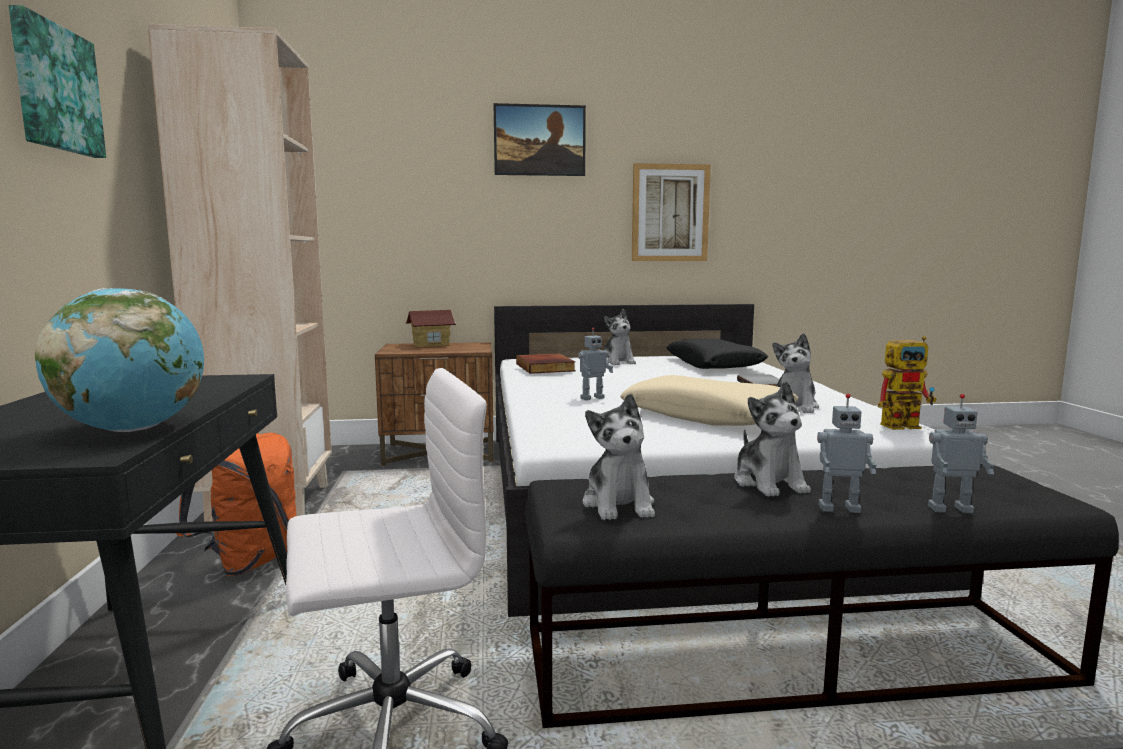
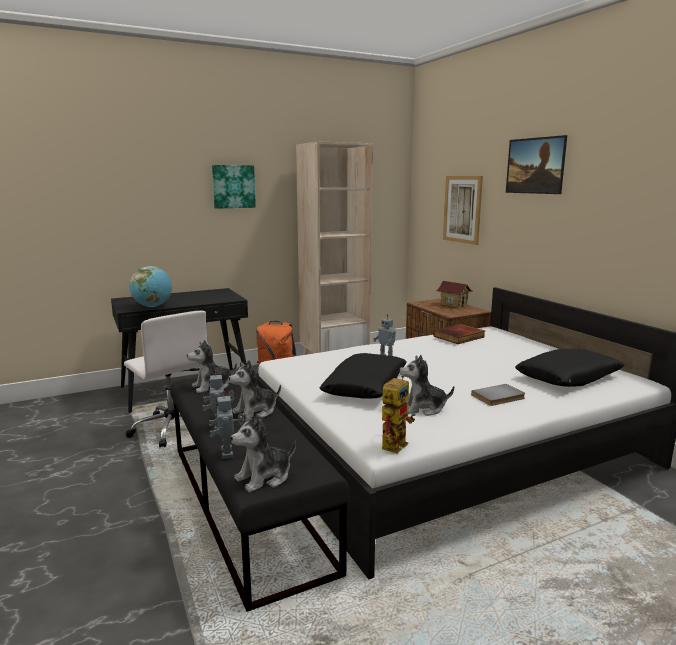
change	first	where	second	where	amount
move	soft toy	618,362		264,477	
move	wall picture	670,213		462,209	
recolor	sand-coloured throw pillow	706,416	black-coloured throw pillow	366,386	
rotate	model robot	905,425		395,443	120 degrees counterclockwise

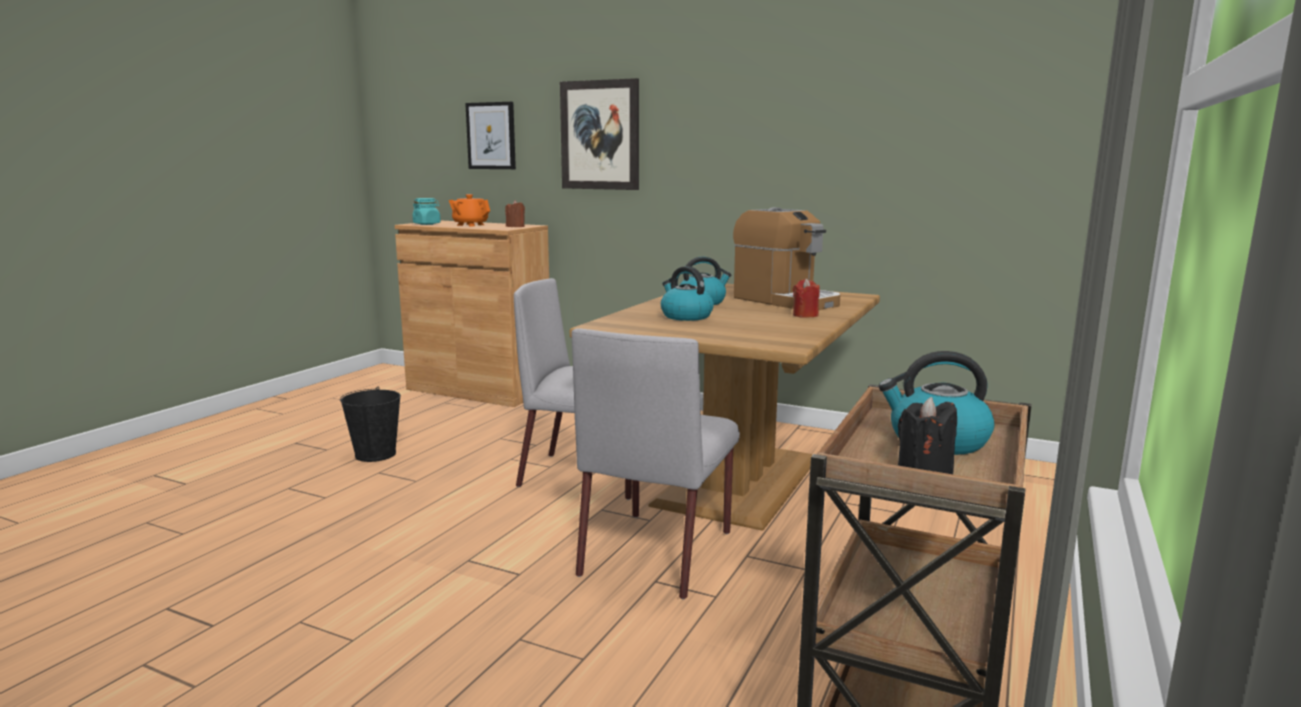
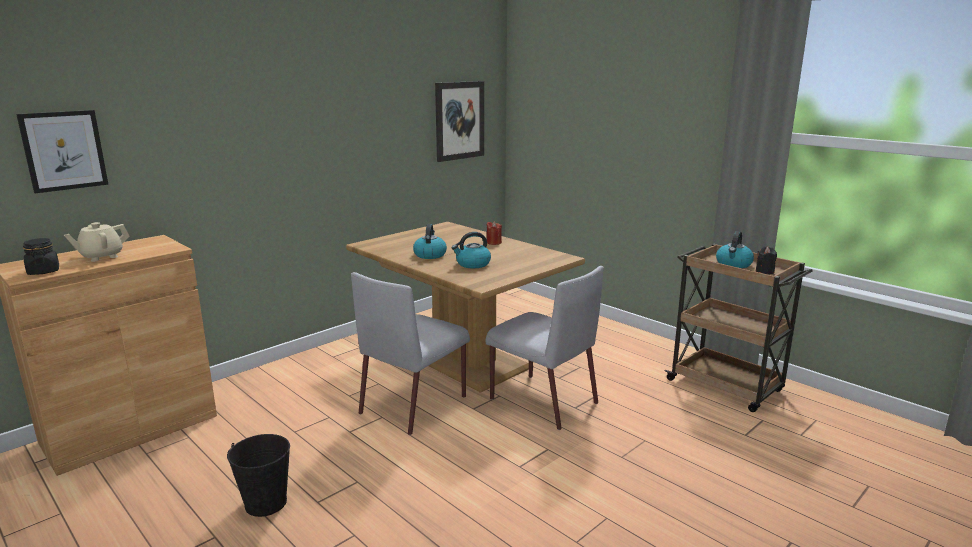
change	first	where	second	where	amount
delete	brownish wax light	515,227			
delete	coffee brewer	786,301			
move	wall picture	600,135		459,120	
recolor	turquoise storage jar	427,224	black-coloured storage jar	43,271	
recolor	orangey teapot	470,225	sand-coloured teapot	101,257	

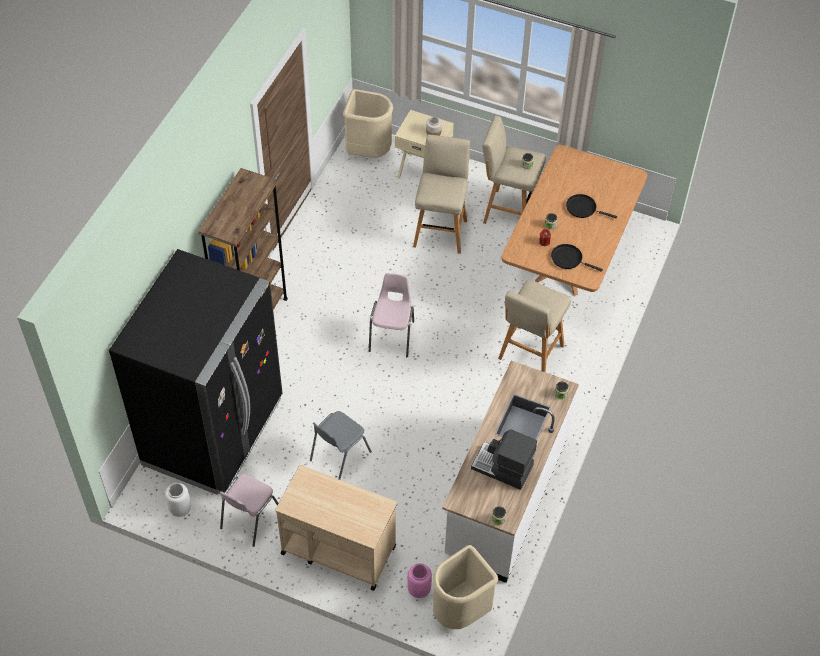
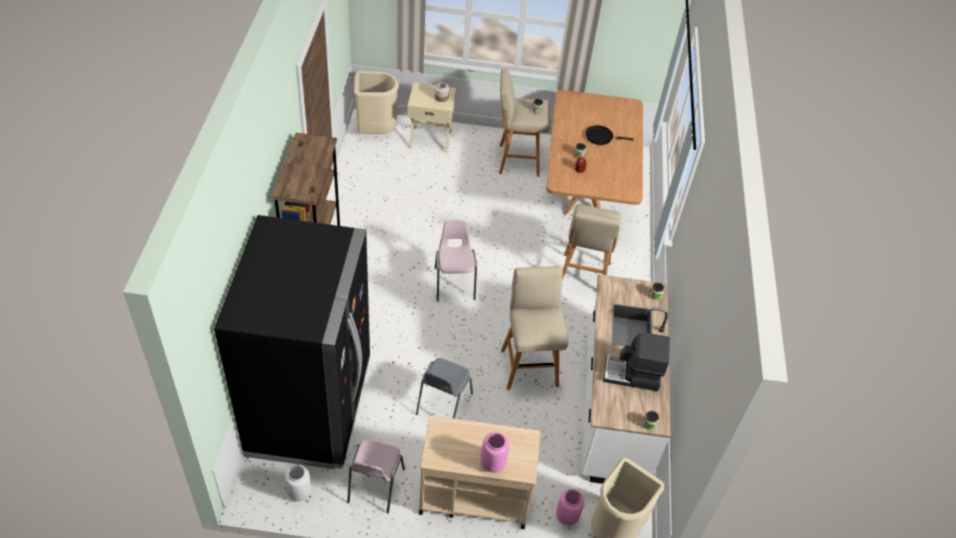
change	first	where	second	where	amount
delete	black-coloured skillet	568,259			
insert			pink-coloured decorative vase	493,463	
move	sand-coloured stool	440,231		529,366	

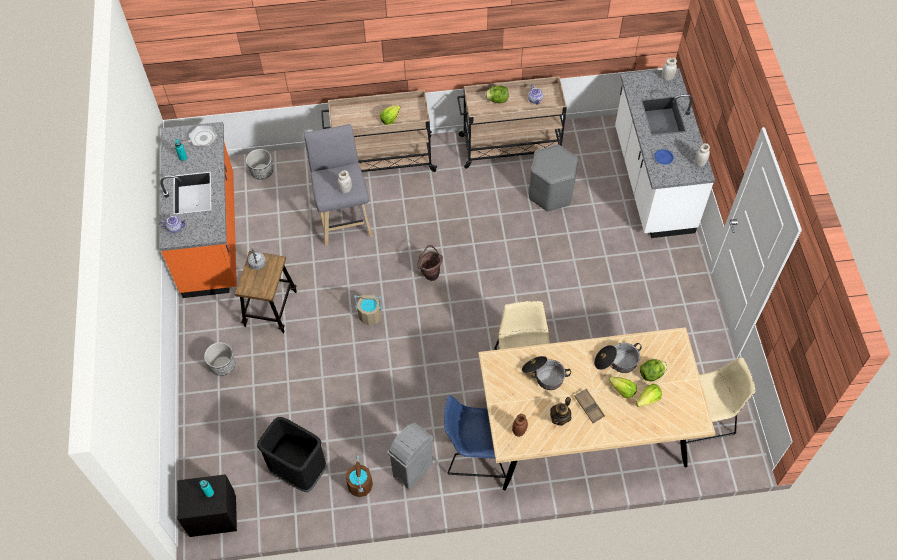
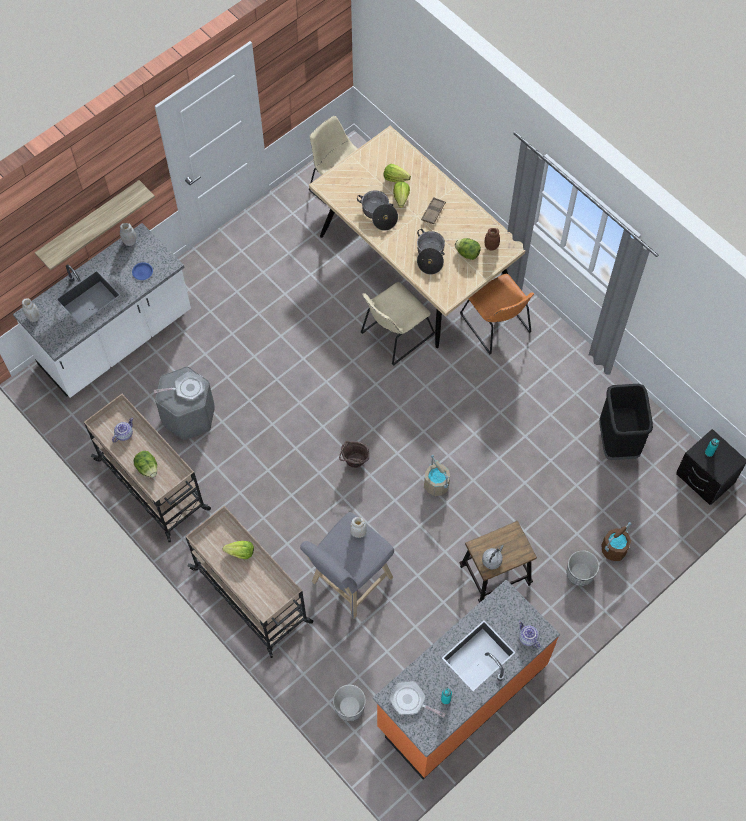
change	first	where	second	where	amount
delete	greyish waste bin	412,470			
delete	teapot	560,418			
insert			wall shelf	90,223	
insert			skillet	187,388	
move	brownish bucket	360,485		614,549	
move	head of lettuce	651,374		467,253	
recolor	blue plain chair	474,451	orangey plain chair	497,326	

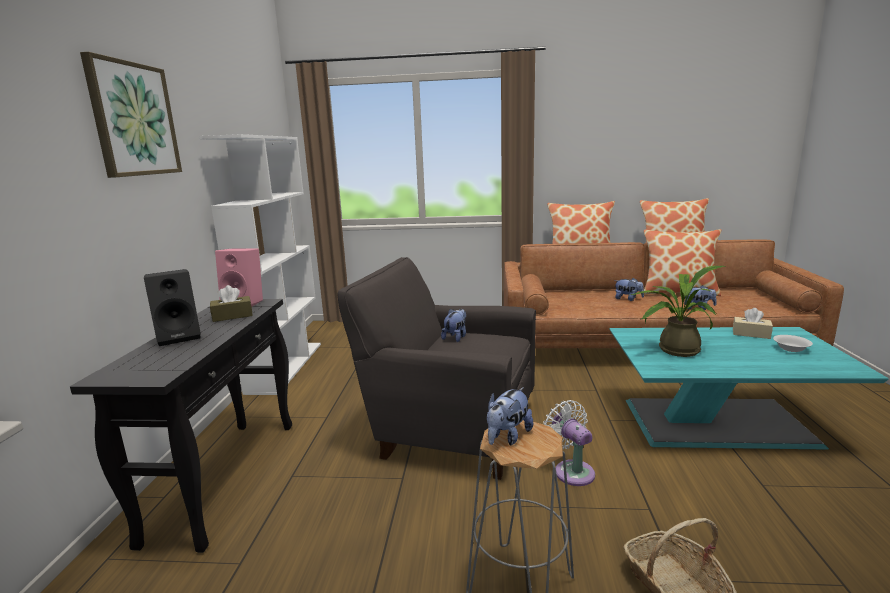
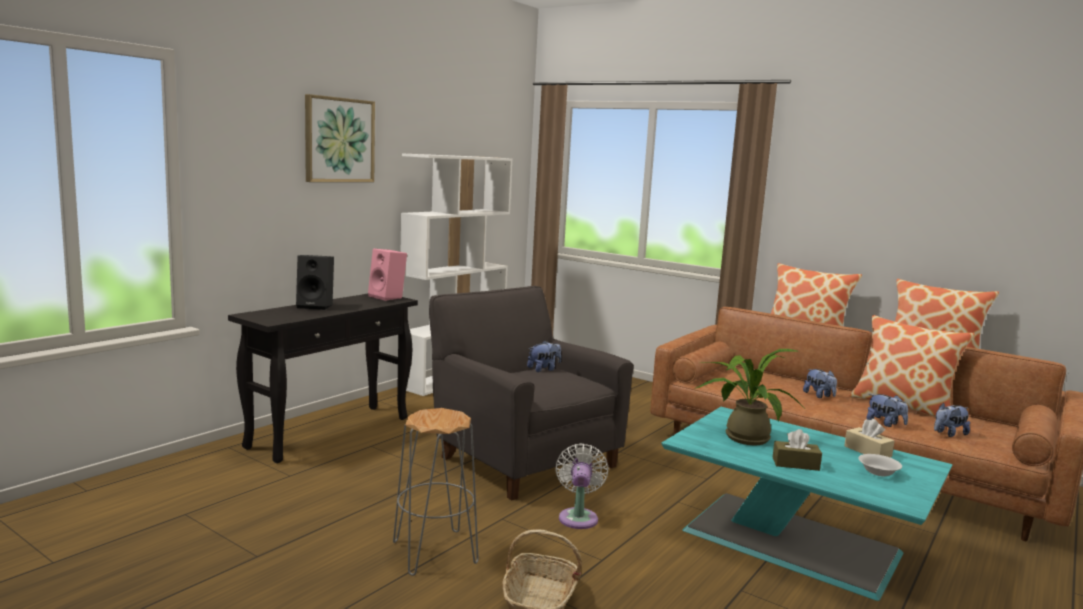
change	first	where	second	where	amount
move	brownish box of tissues	232,316		795,464	
move	soft toy	507,437		949,434	

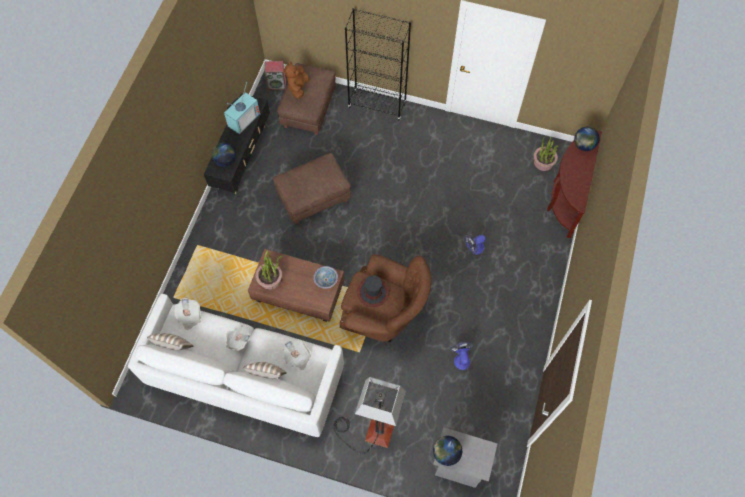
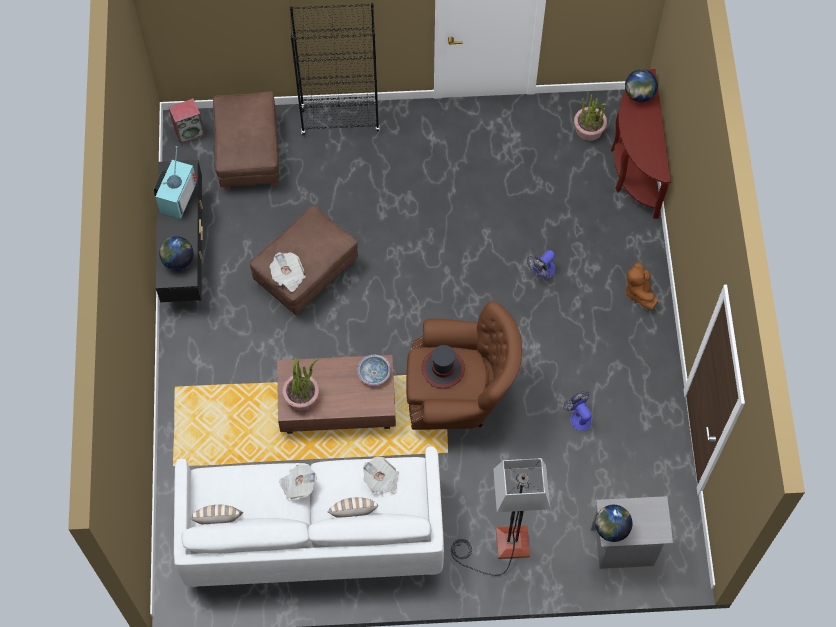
change	first	where	second	where	amount
move	newspaper	189,316		288,276	
move	brownish soft toy	298,87		639,292	

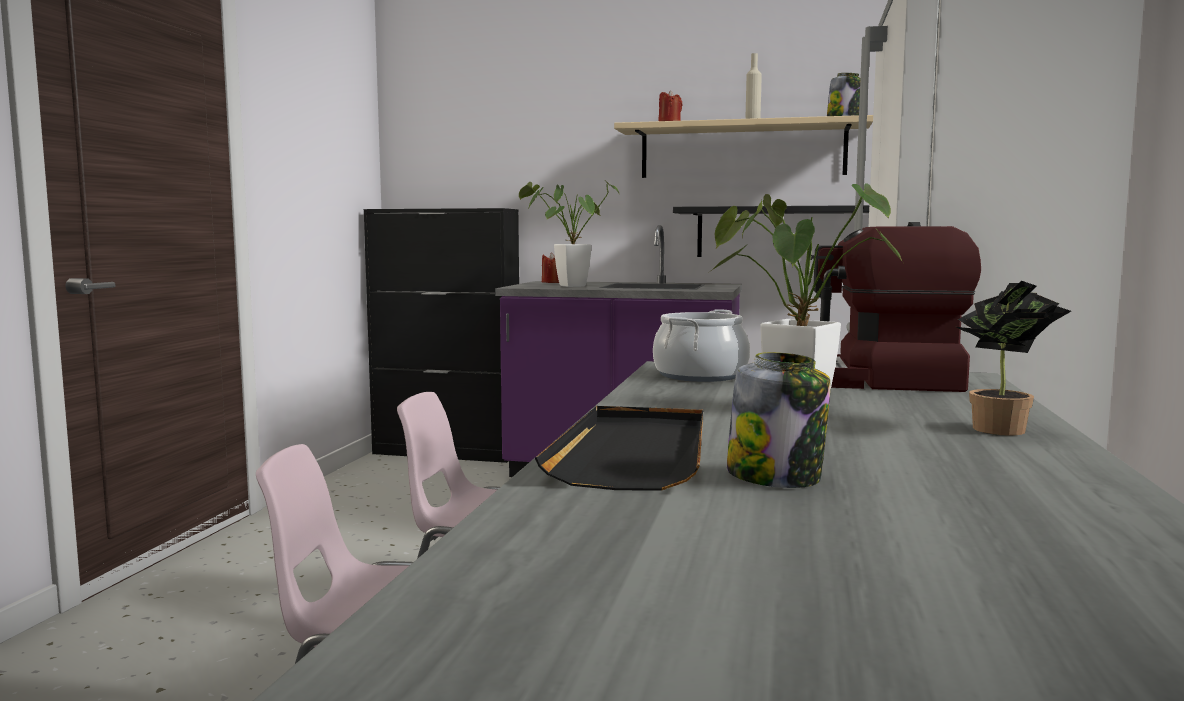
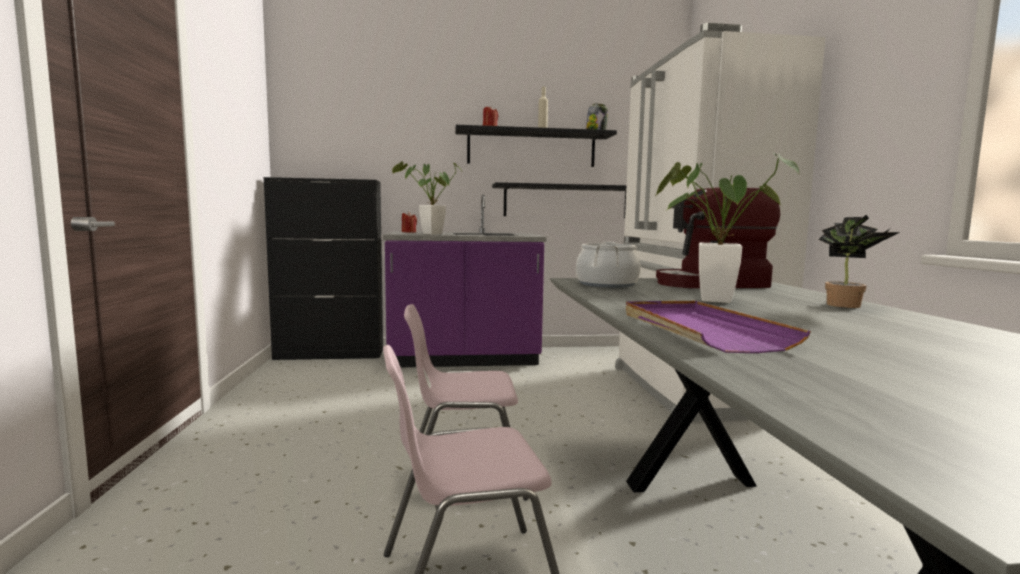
change	first	where	second	where	amount
delete	storage jar	776,477			
recolor	black-coloured tray	635,453	purple-coloured tray	699,330	
recolor	sand-coloured wall shelf	742,151	black-coloured wall shelf	531,149	

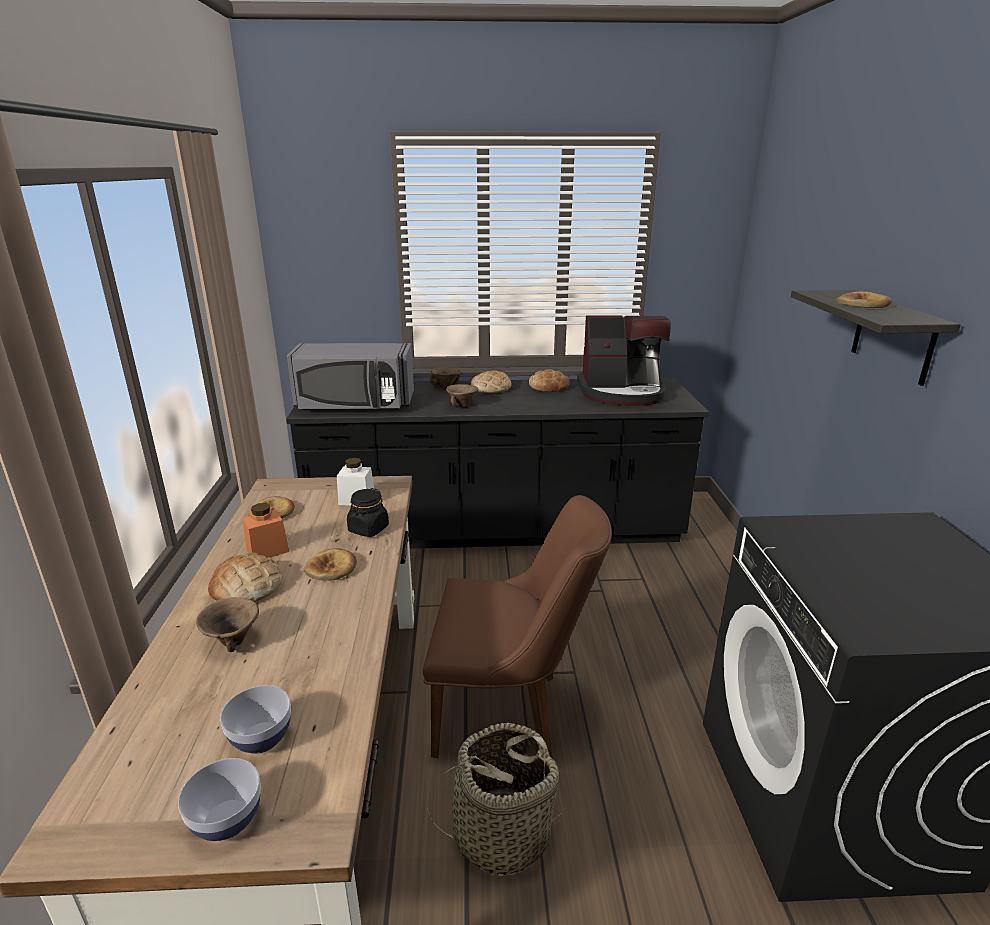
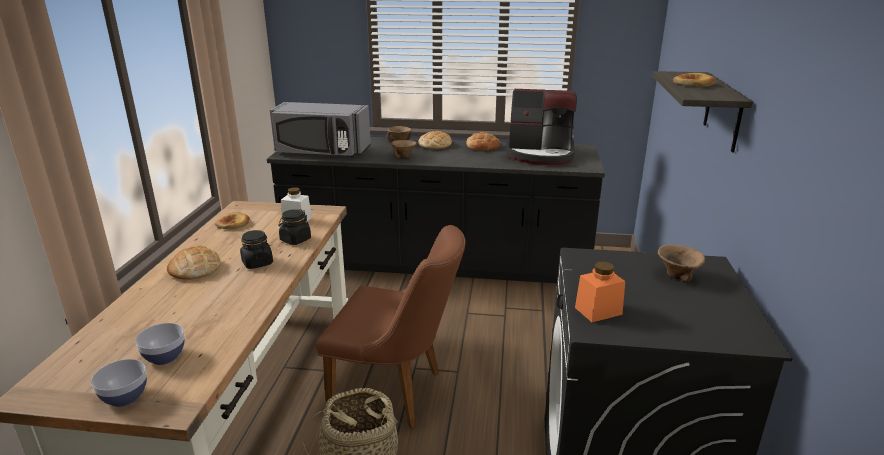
change	first	where	second	where	amount
move	brownish serving bowl	233,640		676,276	
move	orangey storage jar	267,550		598,311	
replace	bakery bread	332,568	black-coloured storage jar	257,263	

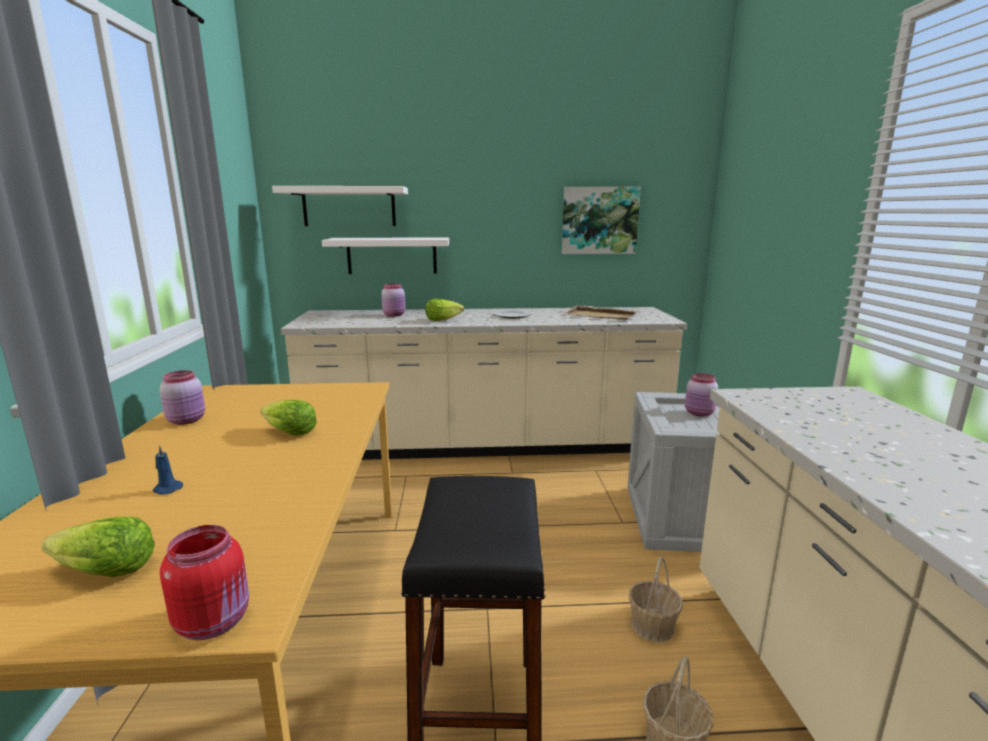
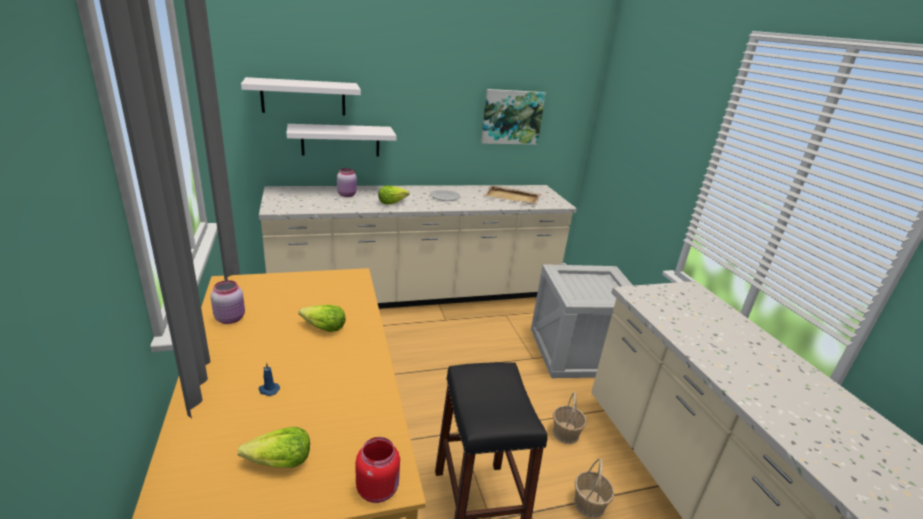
change	first	where	second	where	amount
delete	pink-coloured storage jar	699,413			

